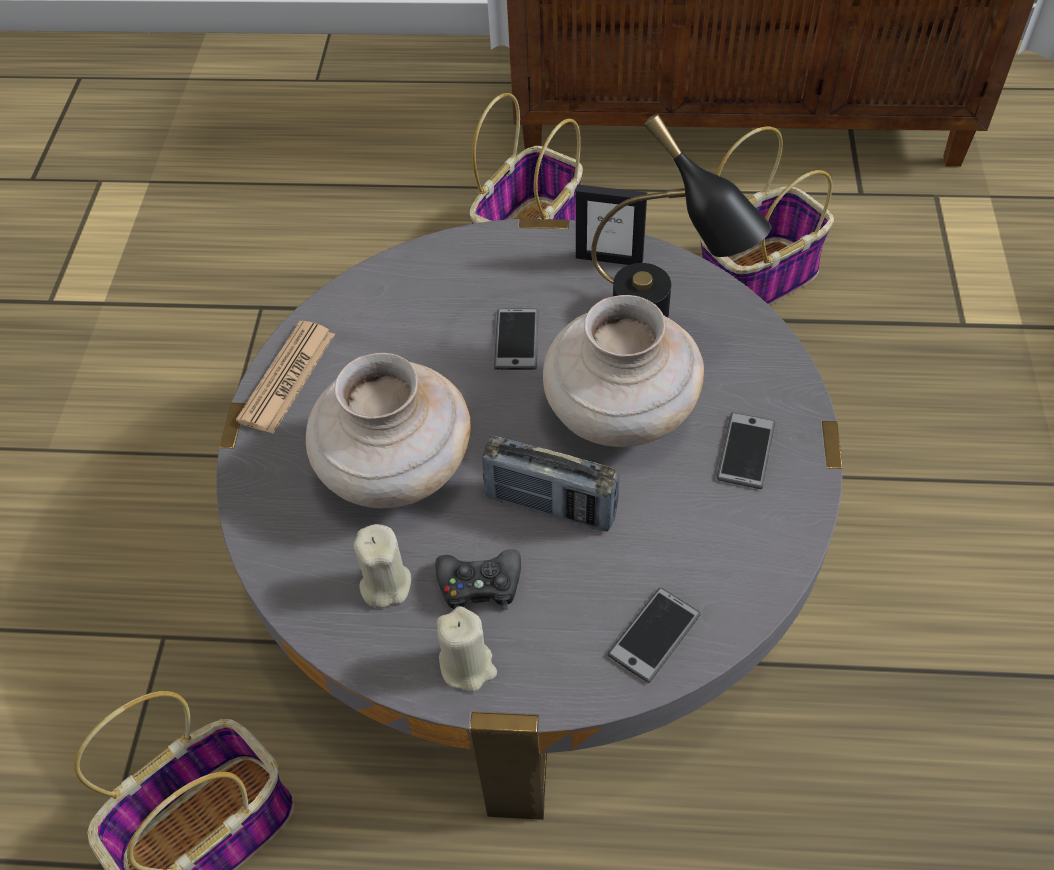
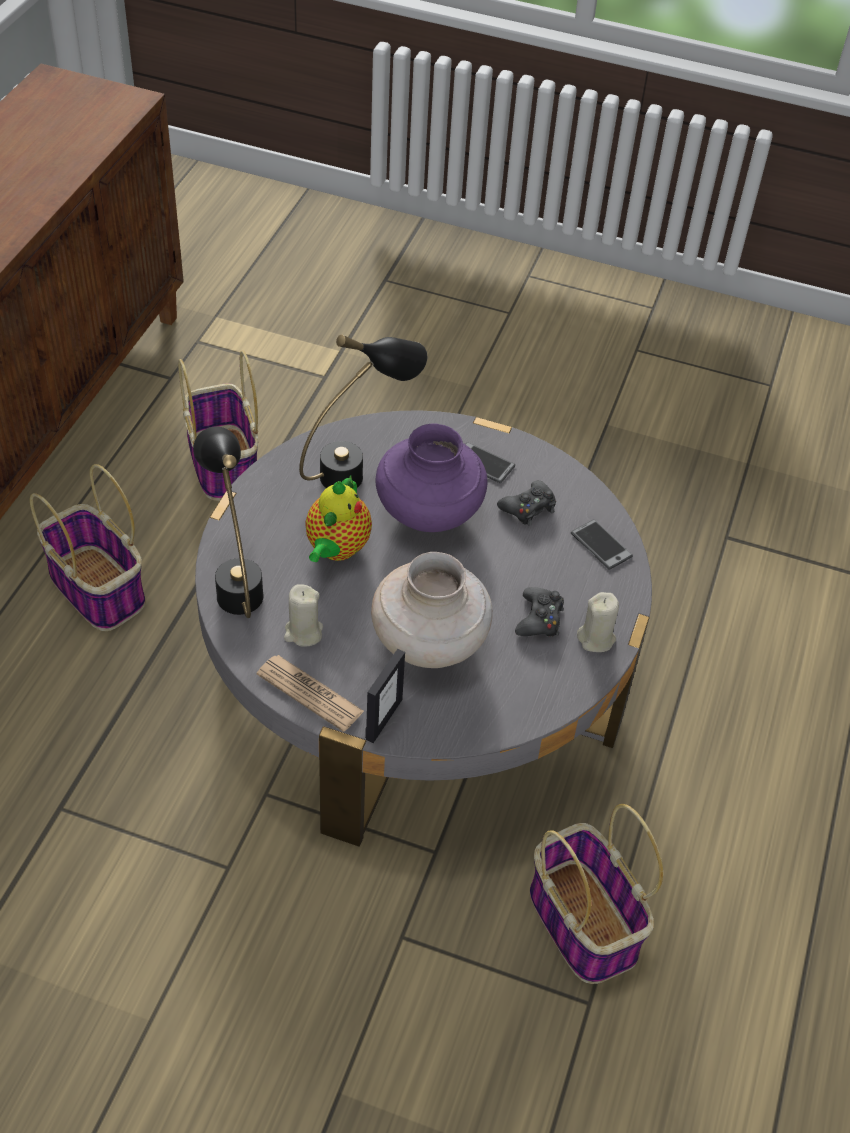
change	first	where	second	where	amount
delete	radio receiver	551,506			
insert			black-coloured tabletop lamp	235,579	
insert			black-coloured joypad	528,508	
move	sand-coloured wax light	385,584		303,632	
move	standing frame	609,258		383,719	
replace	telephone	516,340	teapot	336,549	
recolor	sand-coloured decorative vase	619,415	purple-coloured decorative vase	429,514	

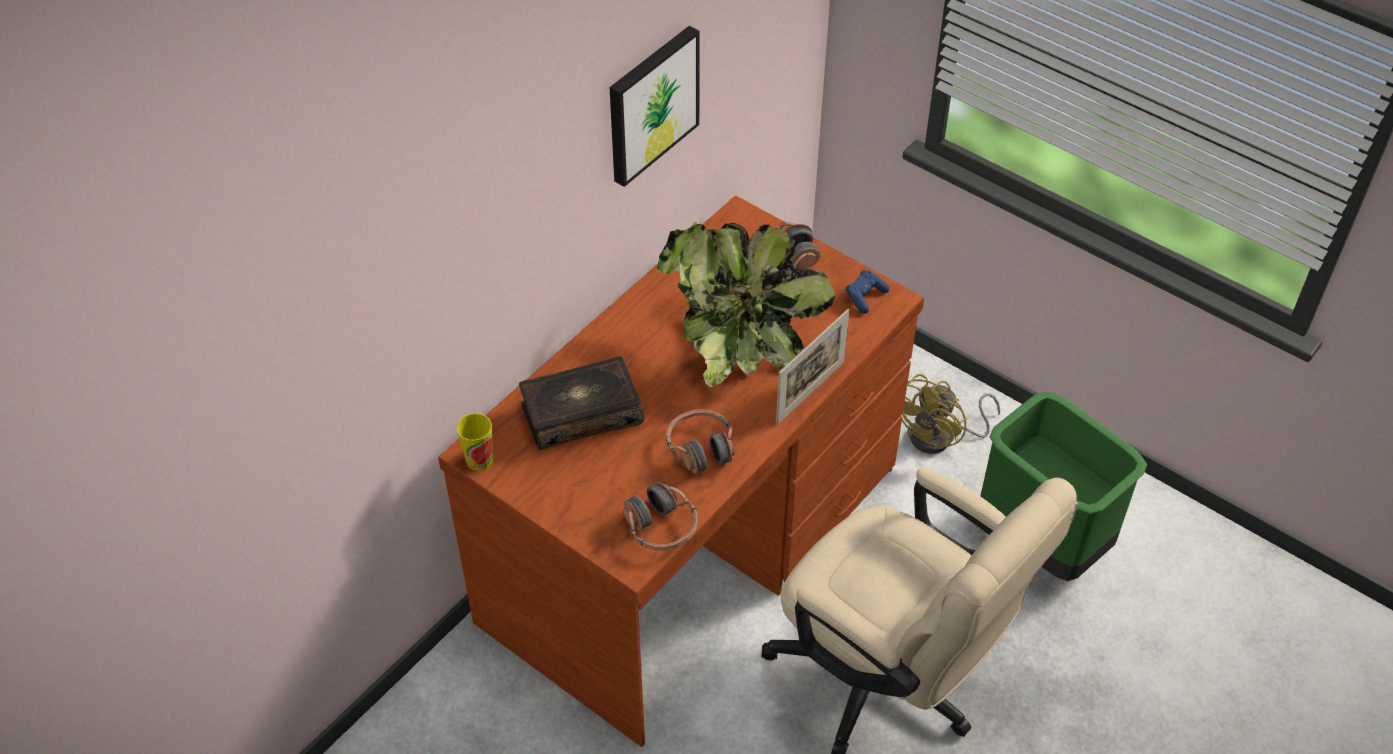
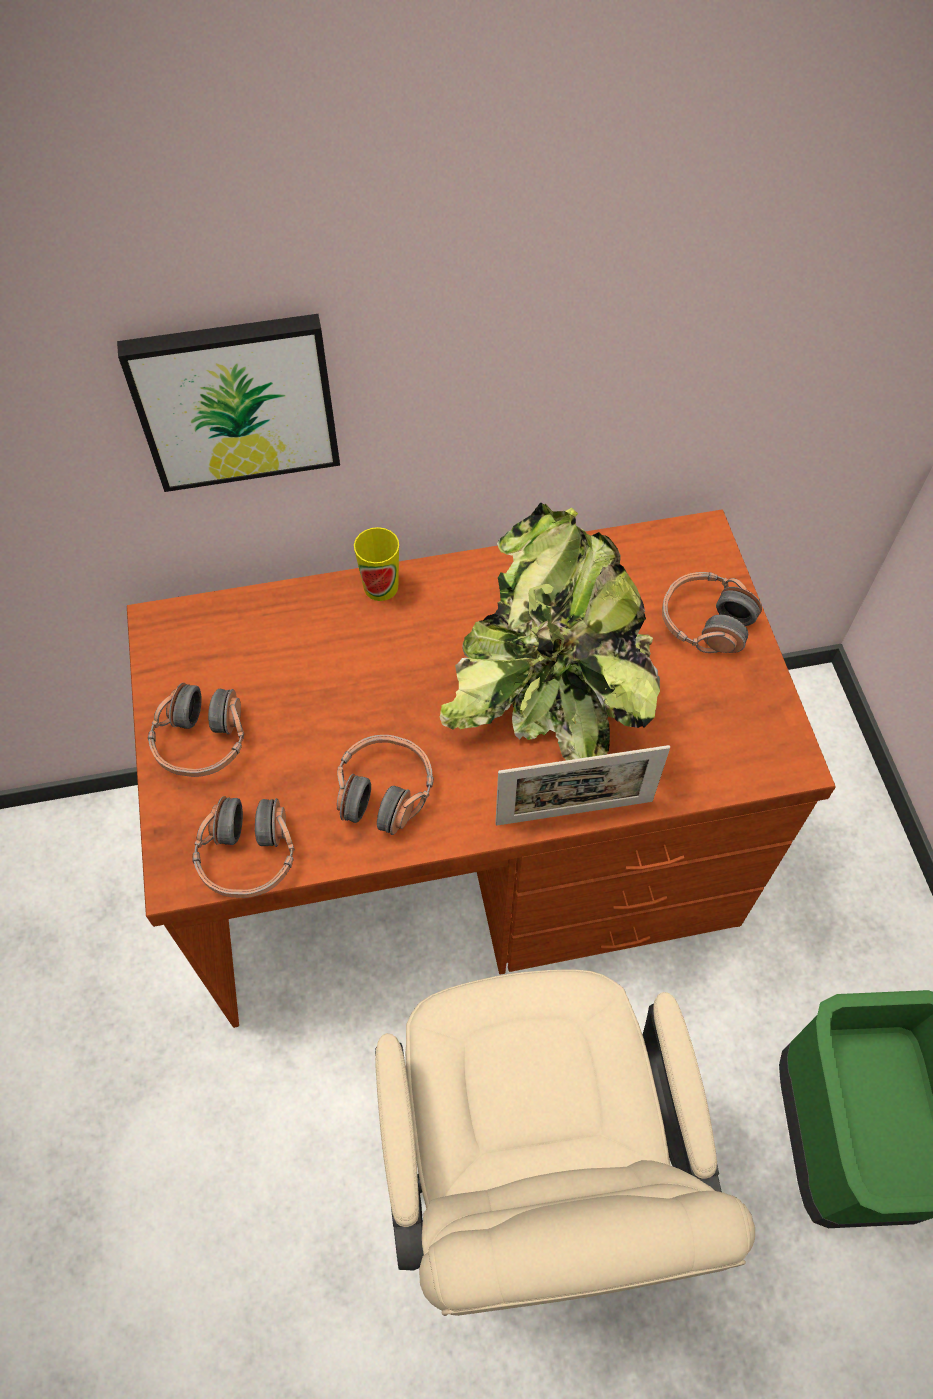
change	first	where	second	where	amount
delete	volume	581,413			
delete	blue joypad	865,297			
delete	yellowish cooling fan	940,437			
insert			pair of headphones	202,740	
move	drinking cup	479,459		381,587	
move	wall picture	651,104		235,400	

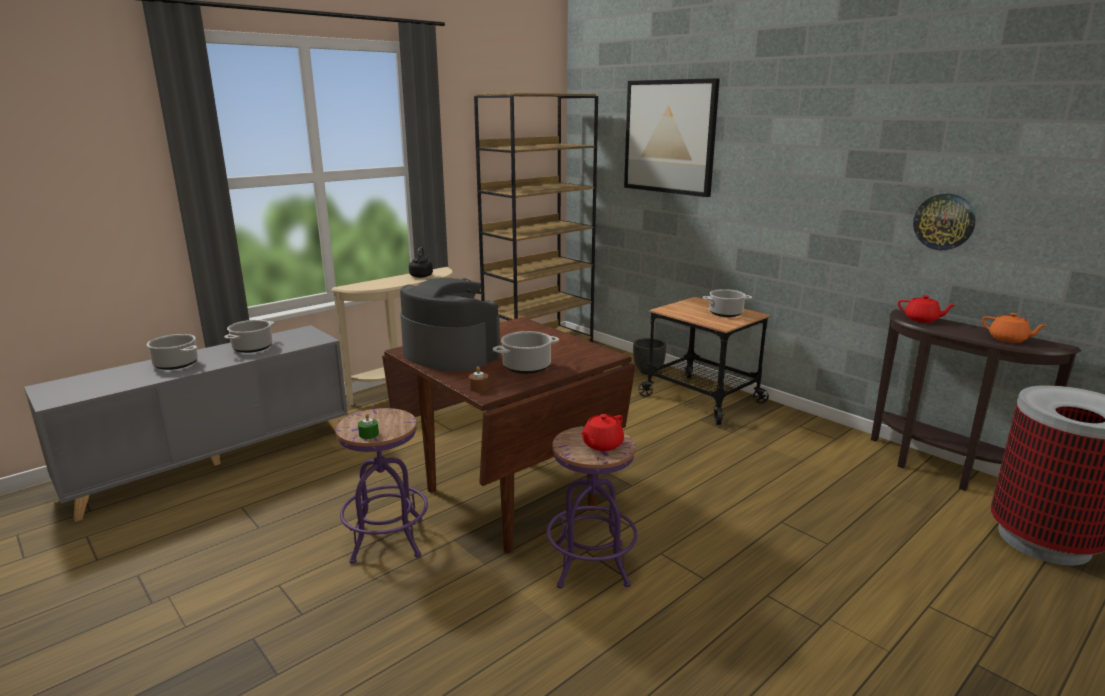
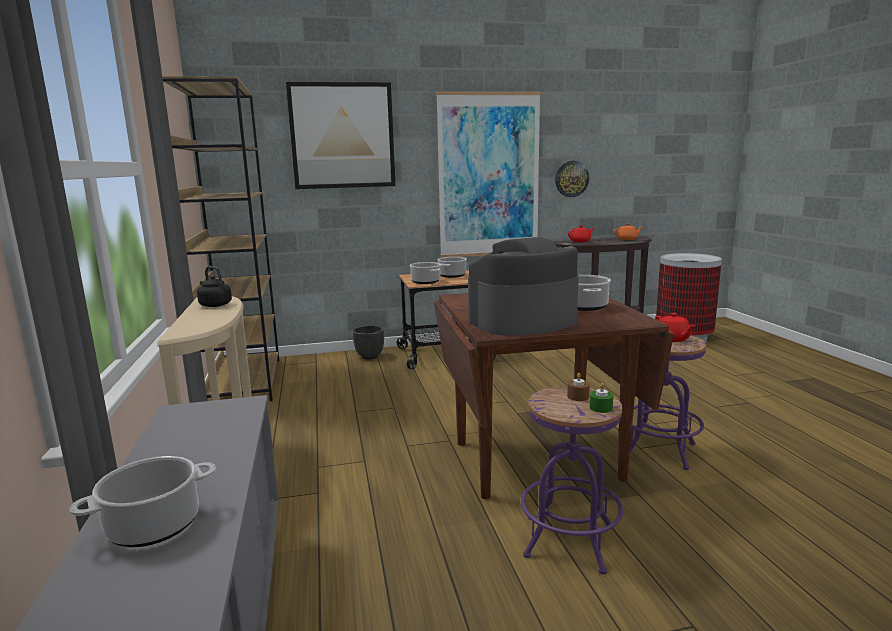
change	first	where	second	where	amount
insert			wall picture	489,176	
move	cooking pot	252,348		426,282	
move	brownish wax light	478,388		578,396	

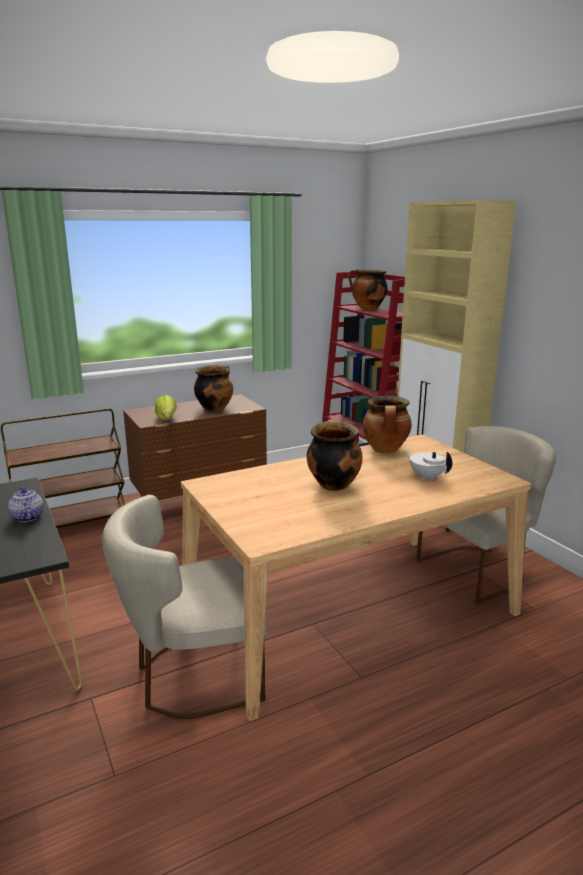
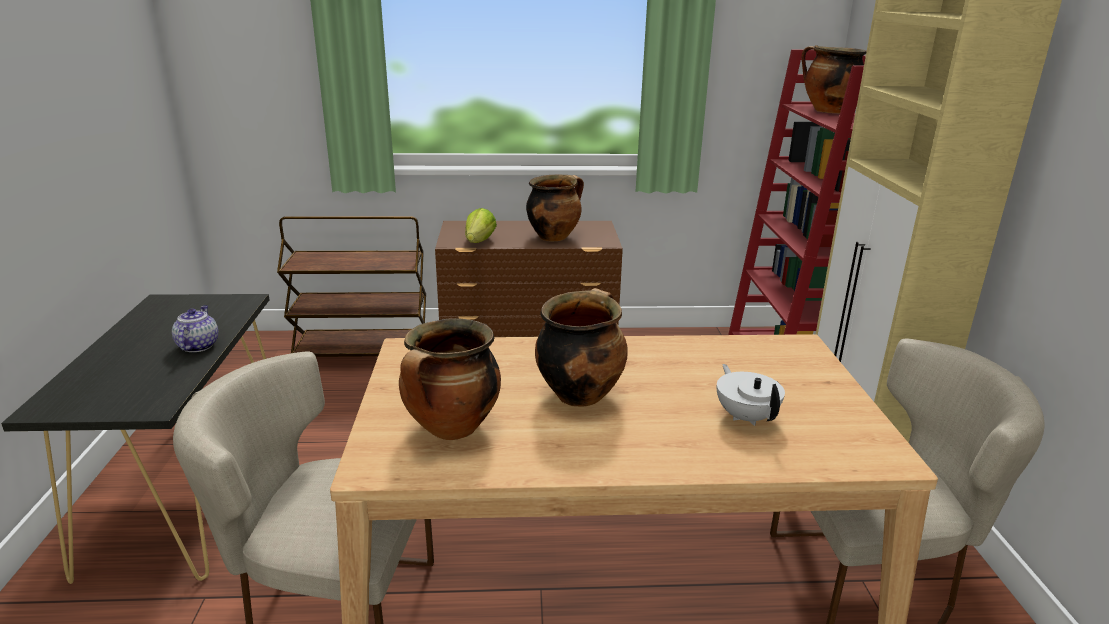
change	first	where	second	where	amount
move	cooking pot	386,450		452,429	

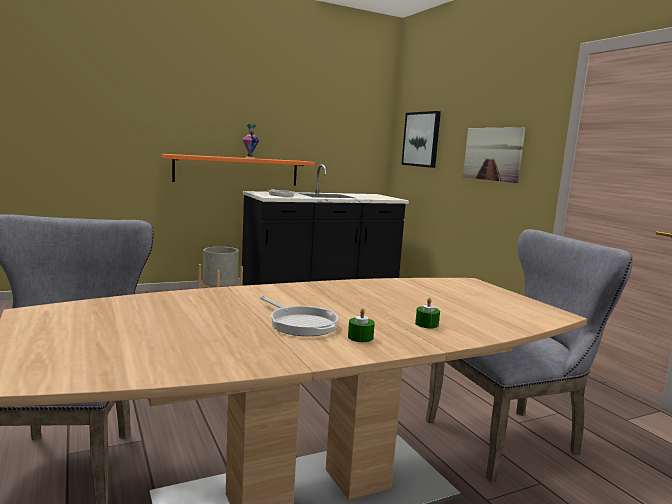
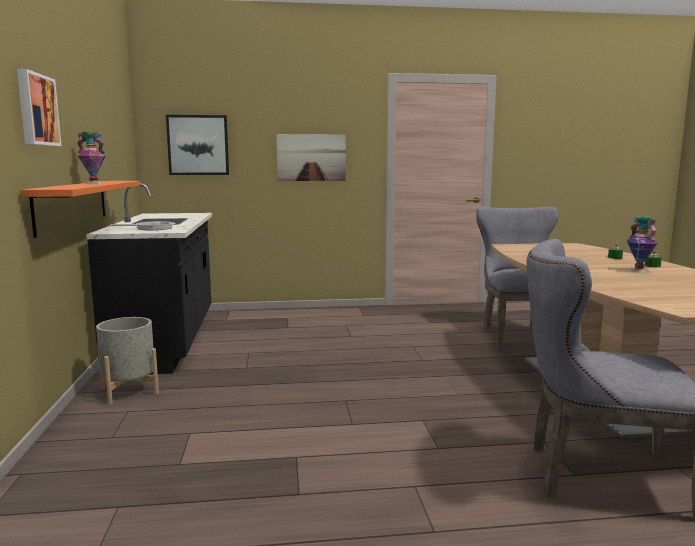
change	first	where	second	where	amount
insert			wall picture	36,110	
replace	skillet	300,323	decorative vase	638,271	

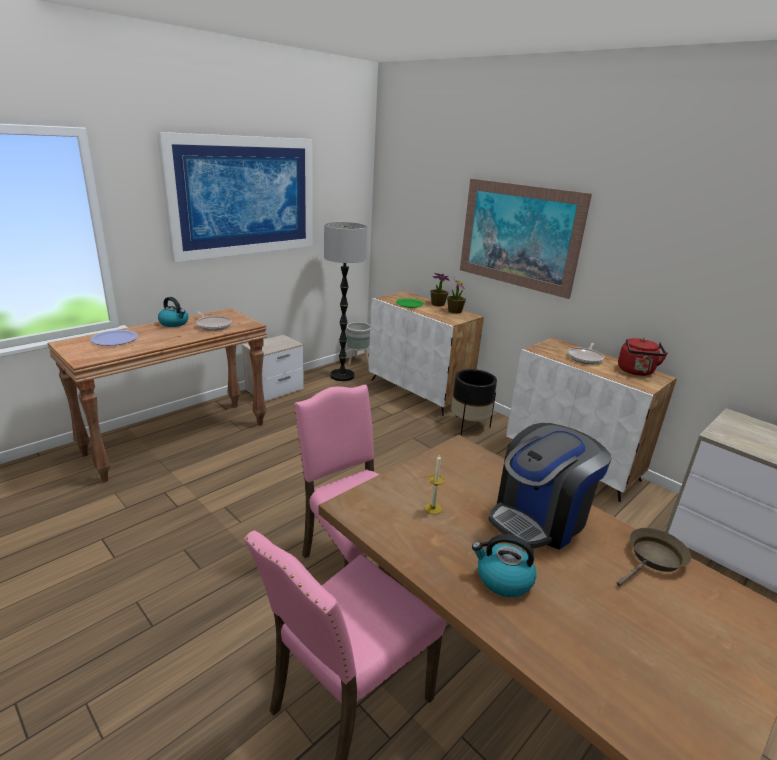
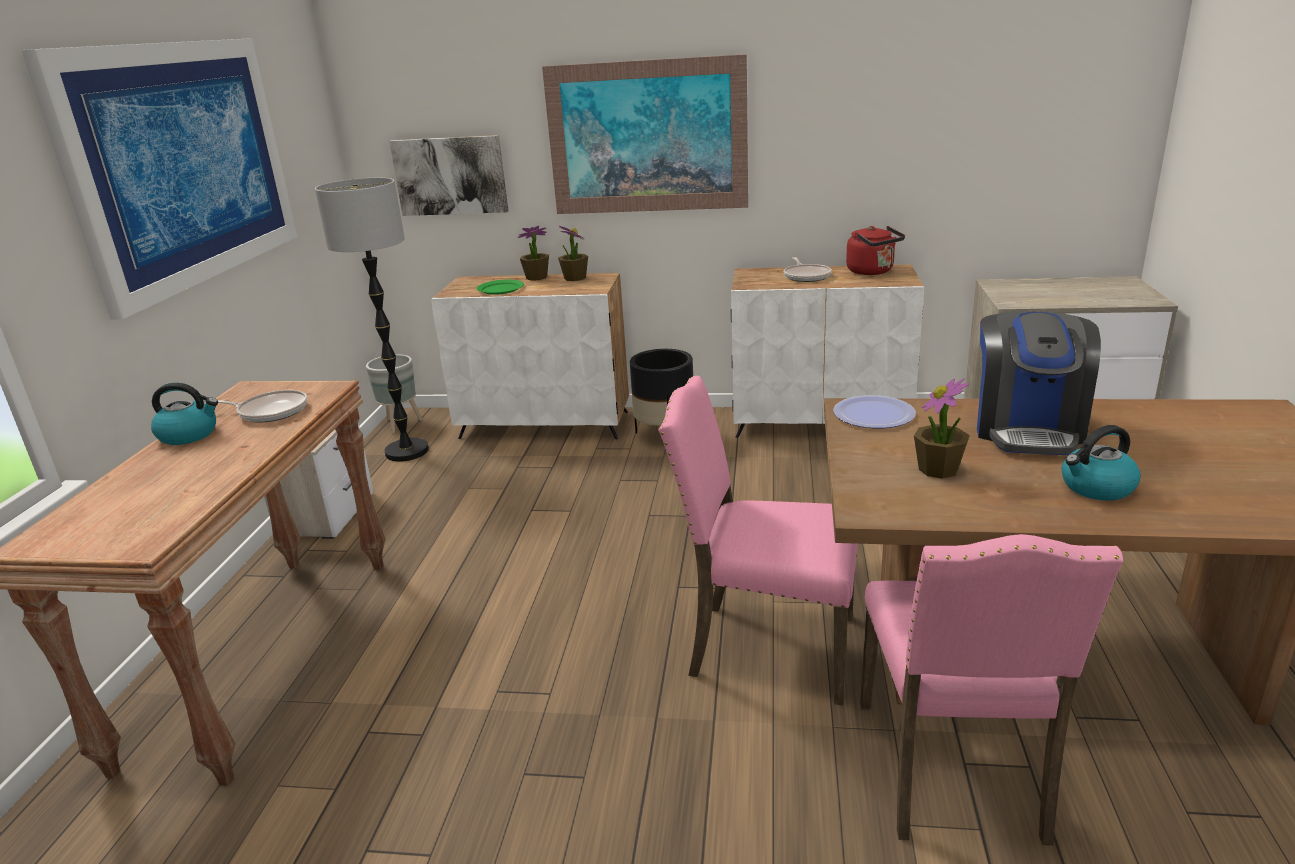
change	first	where	second	where	amount
delete	brownish skillet	653,559			
insert			wall picture	450,175	
move	plate	114,339		873,414	
replace	wax light	433,508	potted plant	938,469	

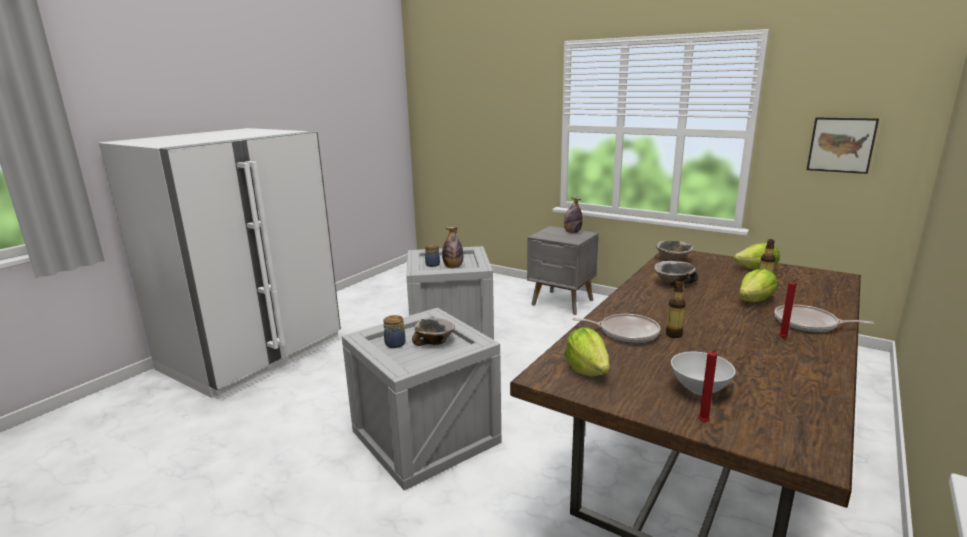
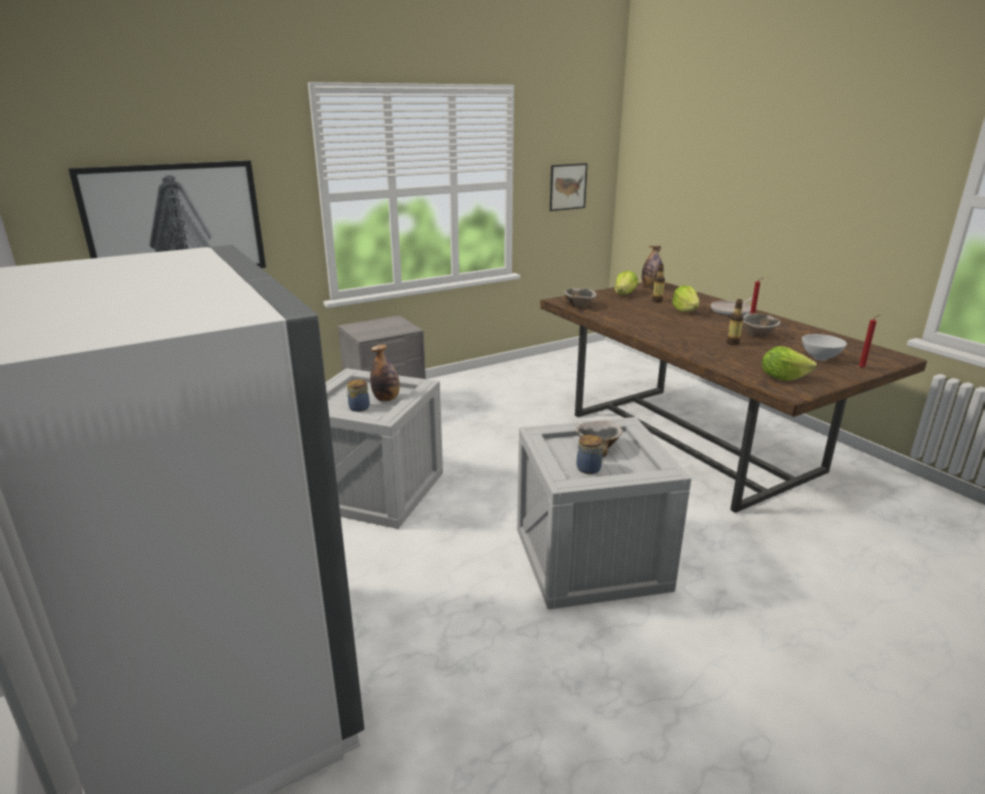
change	first	where	second	where	amount
delete	skillet	625,332			
insert			wall picture	175,221	
move	bottle	572,232		651,287	
move	serving bowl	673,283		757,335	

